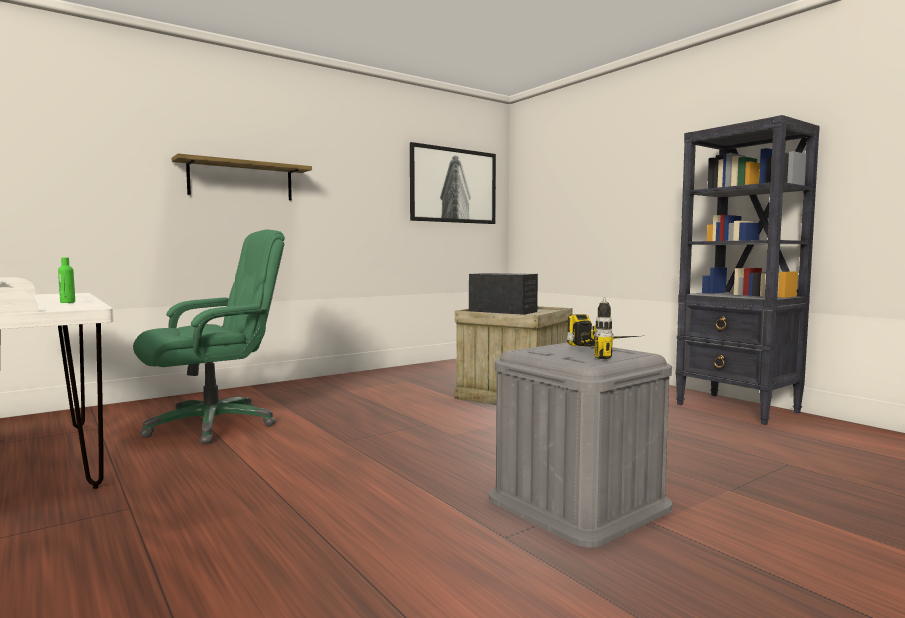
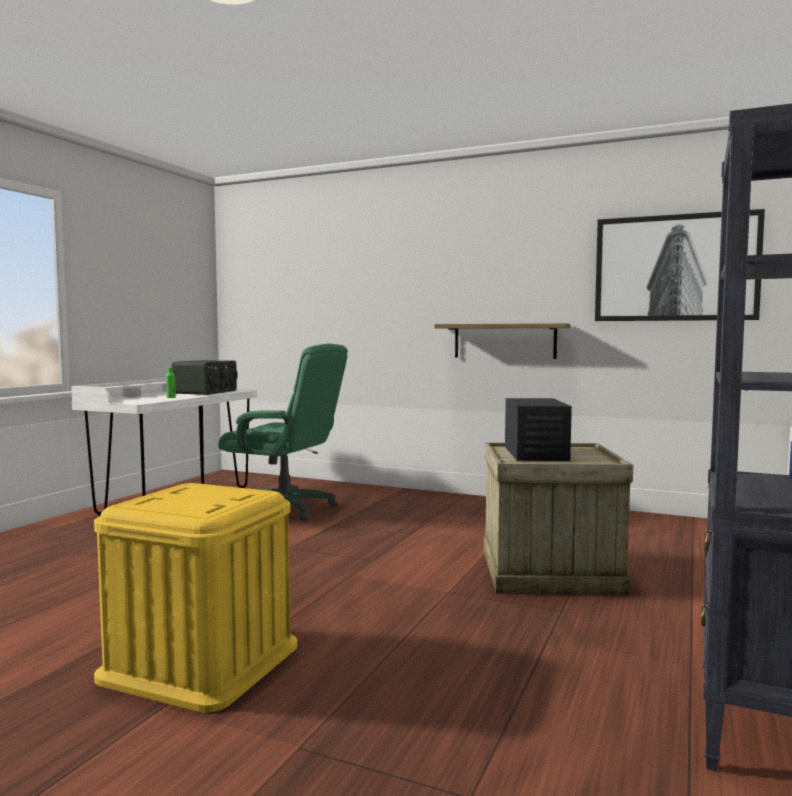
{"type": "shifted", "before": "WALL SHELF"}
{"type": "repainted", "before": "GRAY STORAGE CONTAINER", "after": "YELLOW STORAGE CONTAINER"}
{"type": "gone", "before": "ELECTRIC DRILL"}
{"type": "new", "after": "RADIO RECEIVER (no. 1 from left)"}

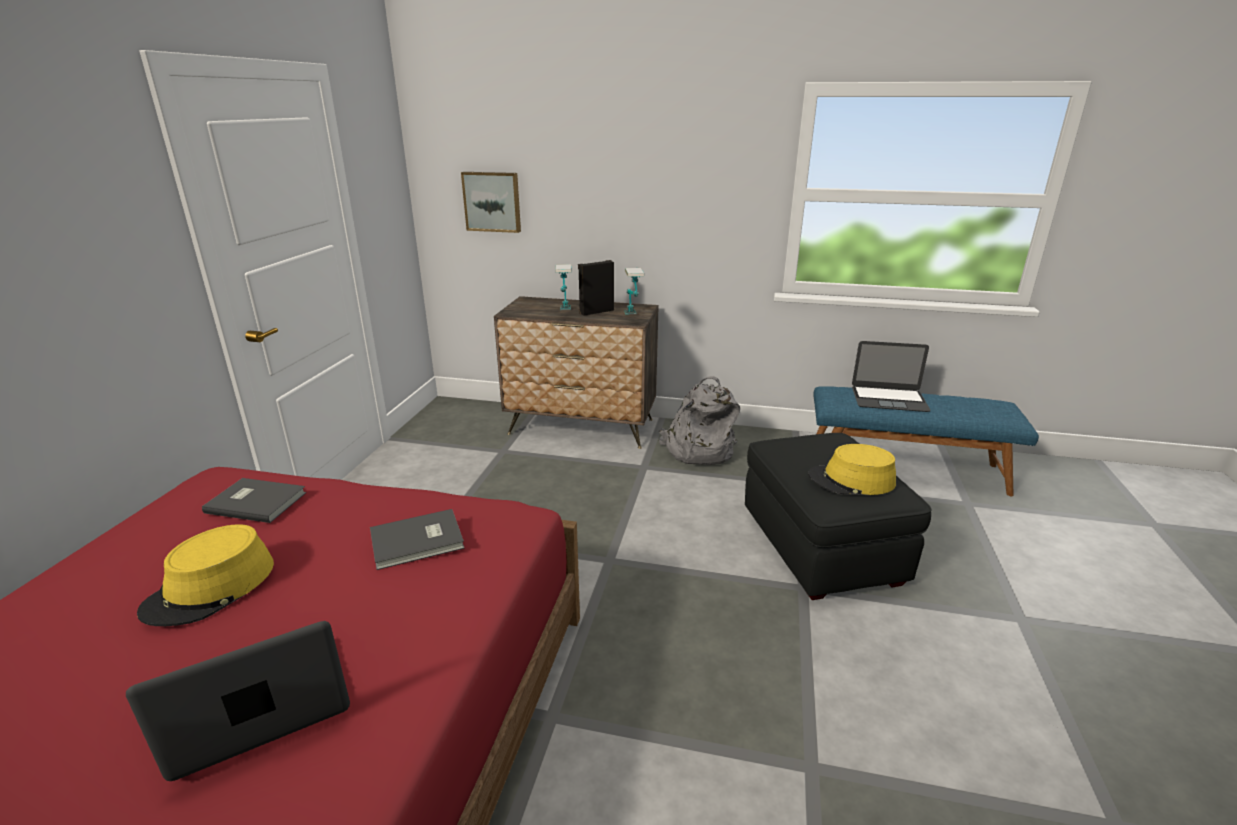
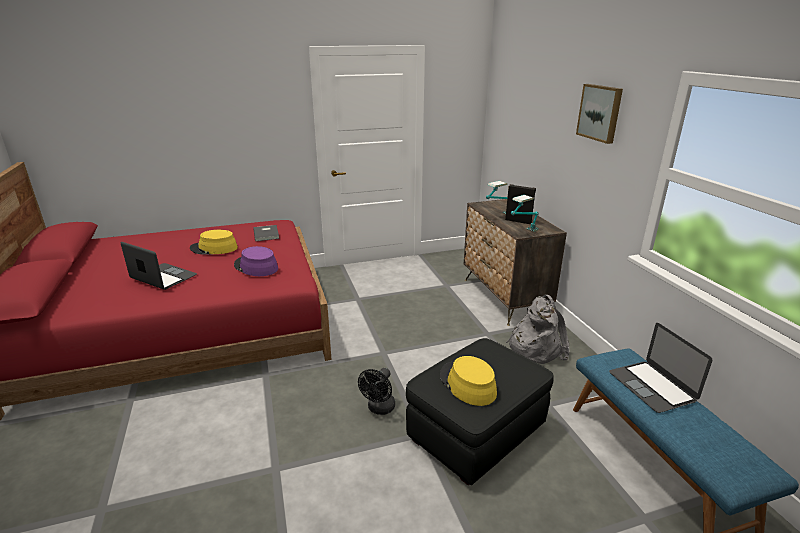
{"type": "swapped", "before": "GRAY BOOK (no. 2 from left)", "after": "PURPLE-COLOURED CLOTHING HAT"}
{"type": "shifted", "before": "PICTURE"}
{"type": "new", "after": "BLACK-COLOURED ELECTRIC FAN"}

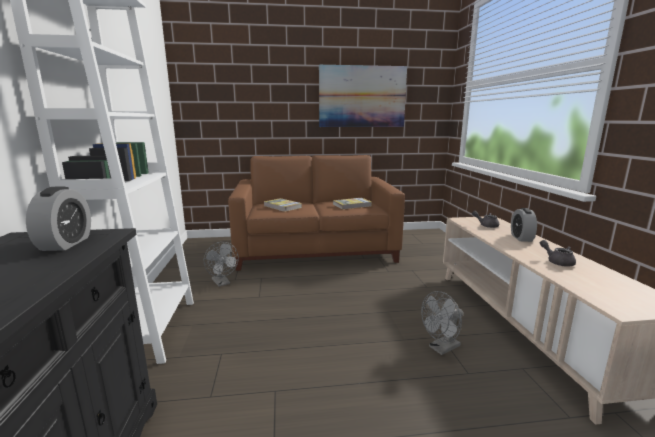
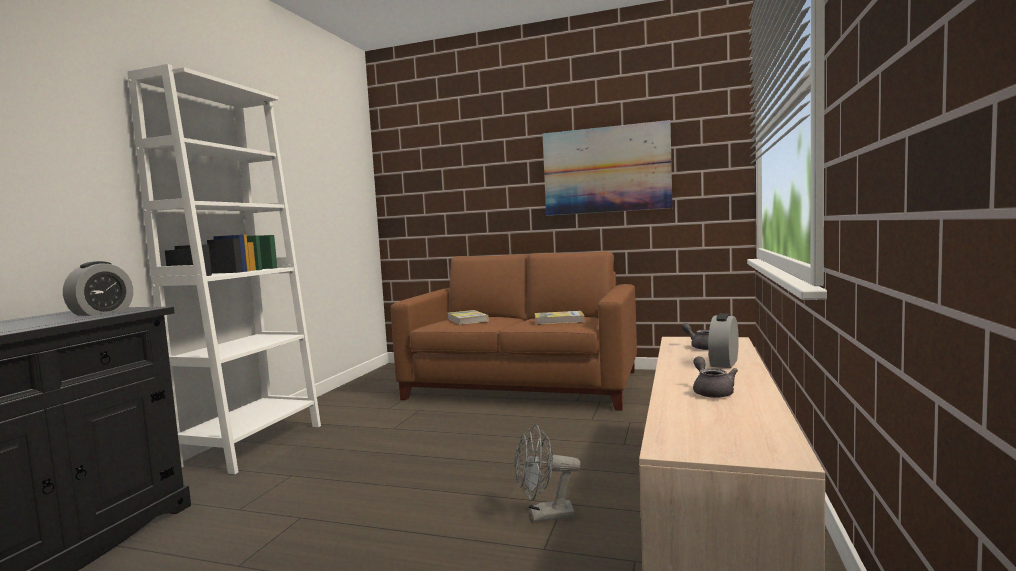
{"type": "gone", "before": "GRAY ELECTRIC FAN (no. 1 from left)"}

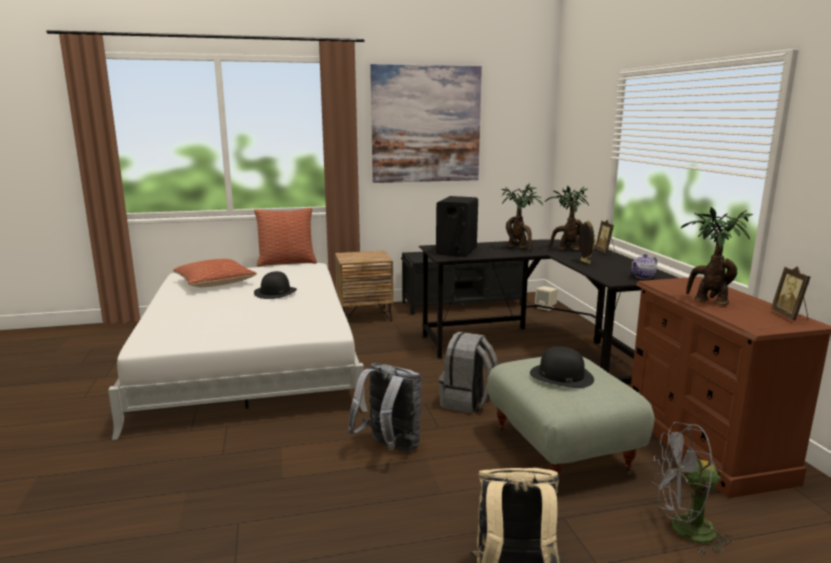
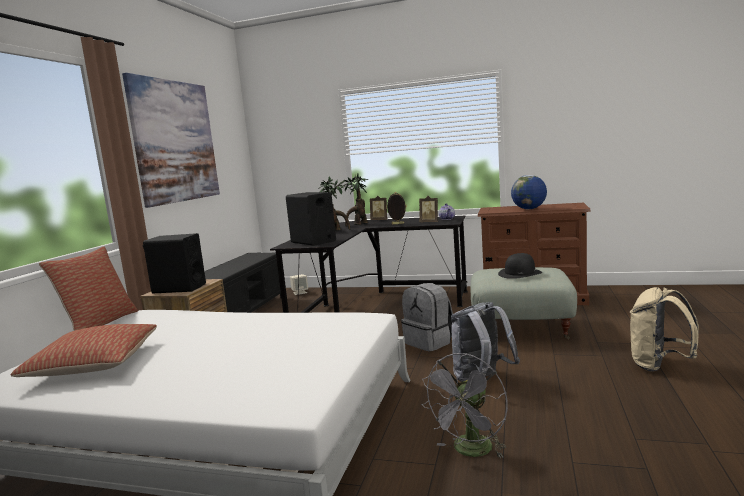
{"type": "gone", "before": "BLACK-COLOURED CLOTHING HAT (no. 1 from left)"}
{"type": "shifted", "before": "GRAY ELECTRIC FAN"}
{"type": "swapped", "before": "PLANT IN A POT (no. 3 from left)", "after": "WORLD GLOBE"}
{"type": "shifted", "before": "PICTURE FRAME (no. 3 from left)"}
{"type": "new", "after": "BLACK-COLOURED SPEAKER (no. 1 from left)"}

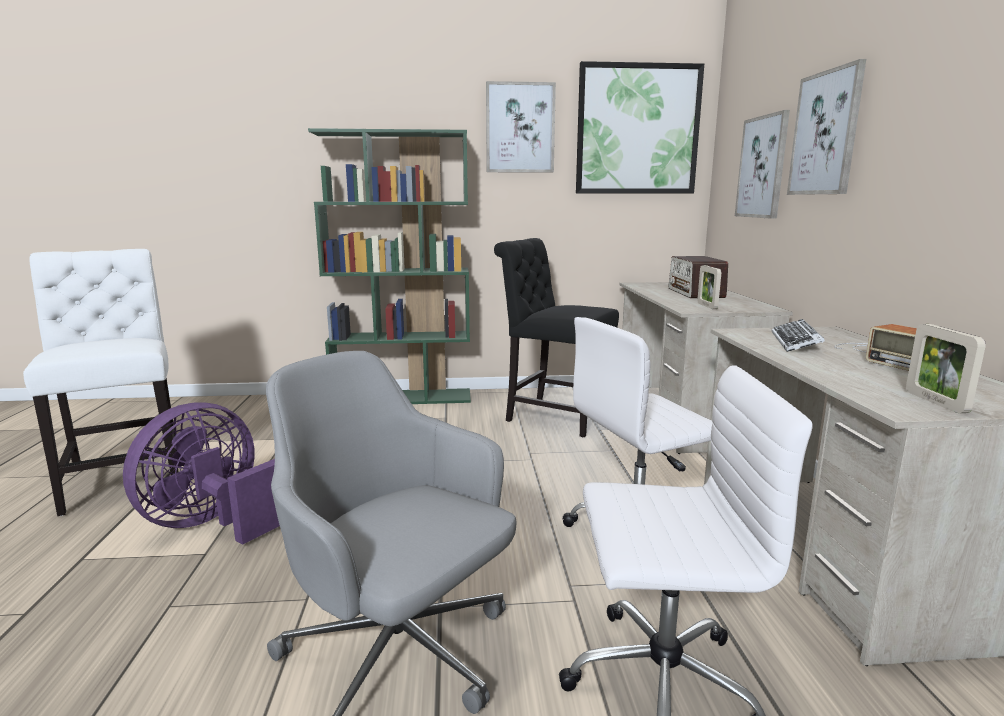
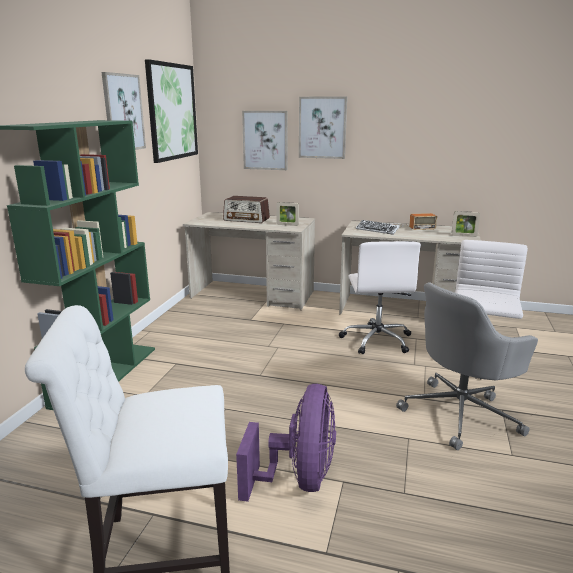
{"type": "rotated", "before": "PURPLE-COLOURED ELECTRIC FAN", "turn": -135}
{"type": "gone", "before": "BLACK-COLOURED CHAIR"}

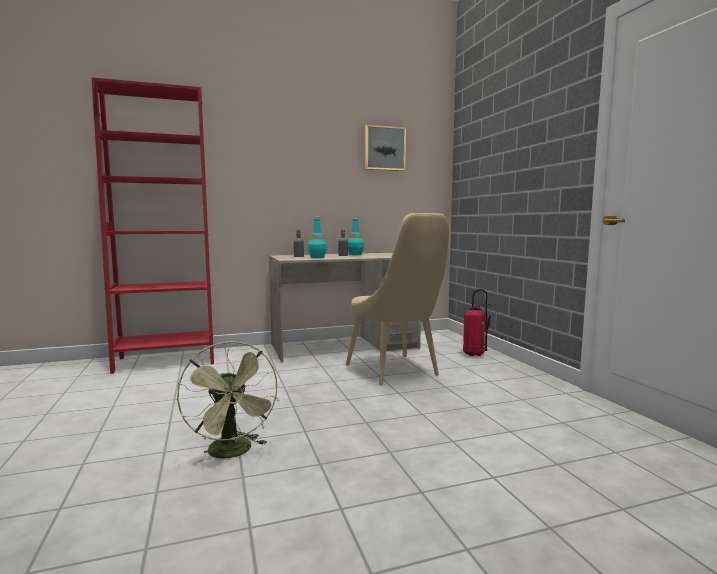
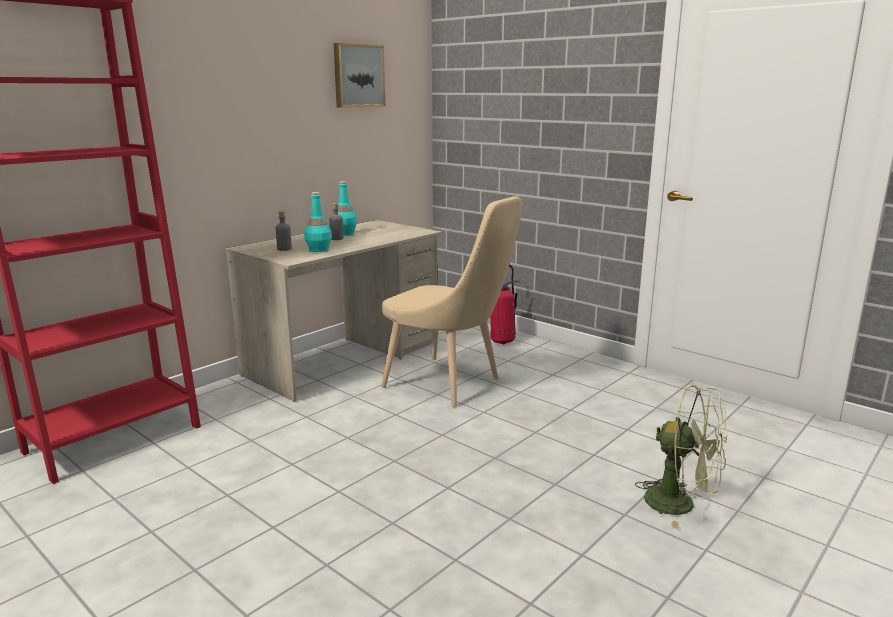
{"type": "shifted", "before": "GREEN-COLOURED ELECTRIC FAN"}

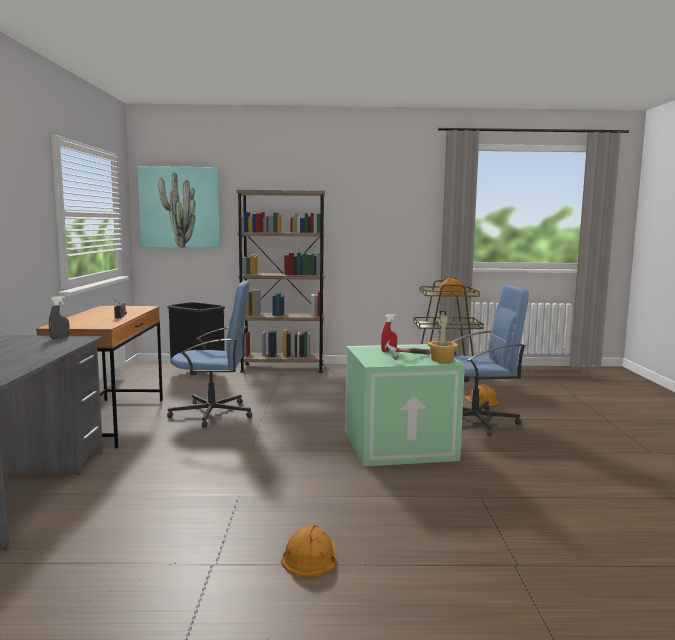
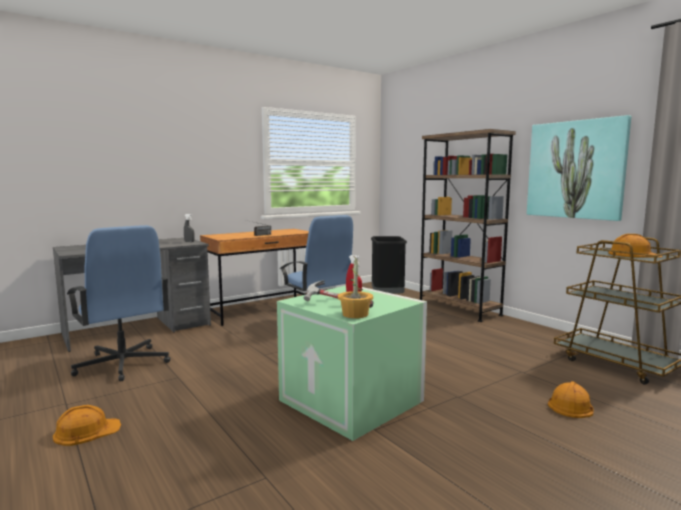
{"type": "shifted", "before": "PICTURE"}
{"type": "shifted", "before": "BLUE-COLOURED DESK CHAIR (no. 2 from left in the first image)", "after": "BLUE-COLOURED DESK CHAIR (no. 1 from left)"}

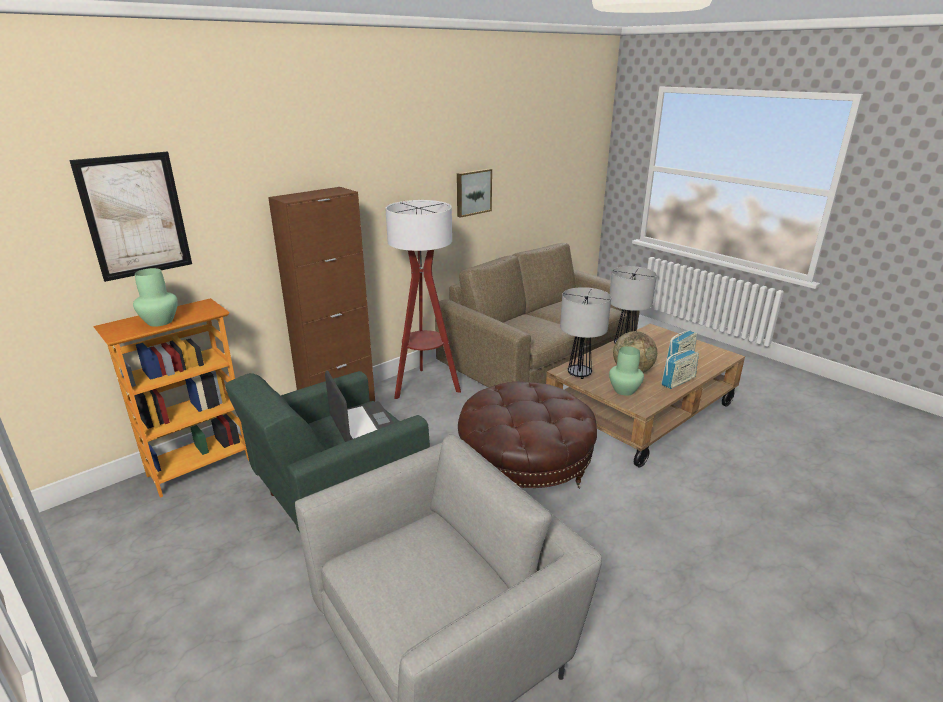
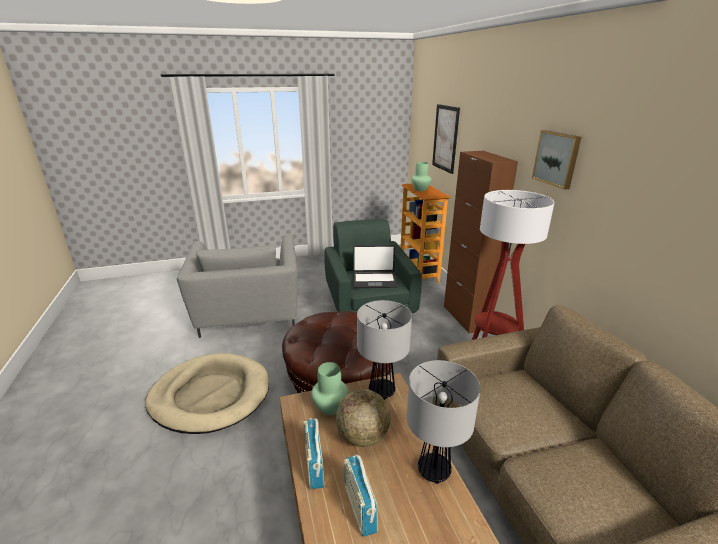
{"type": "shifted", "before": "PICTURE (no. 2 from left)"}
{"type": "new", "after": "BEIGE DOG BED"}

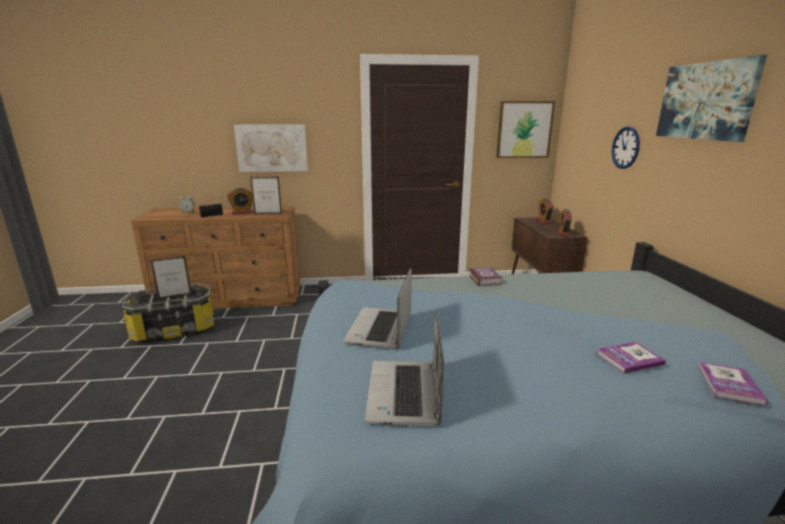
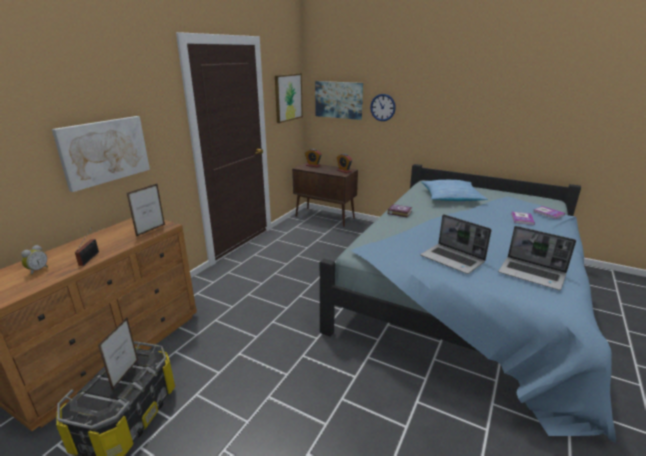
{"type": "gone", "before": "TABLE CLOCK (no. 2 from left)"}
{"type": "shifted", "before": "PICTURE (no. 3 from left)"}
{"type": "new", "after": "THROW PILLOW"}

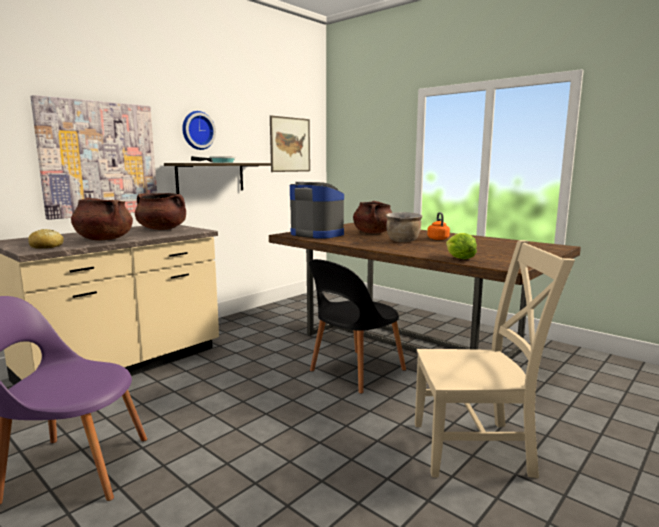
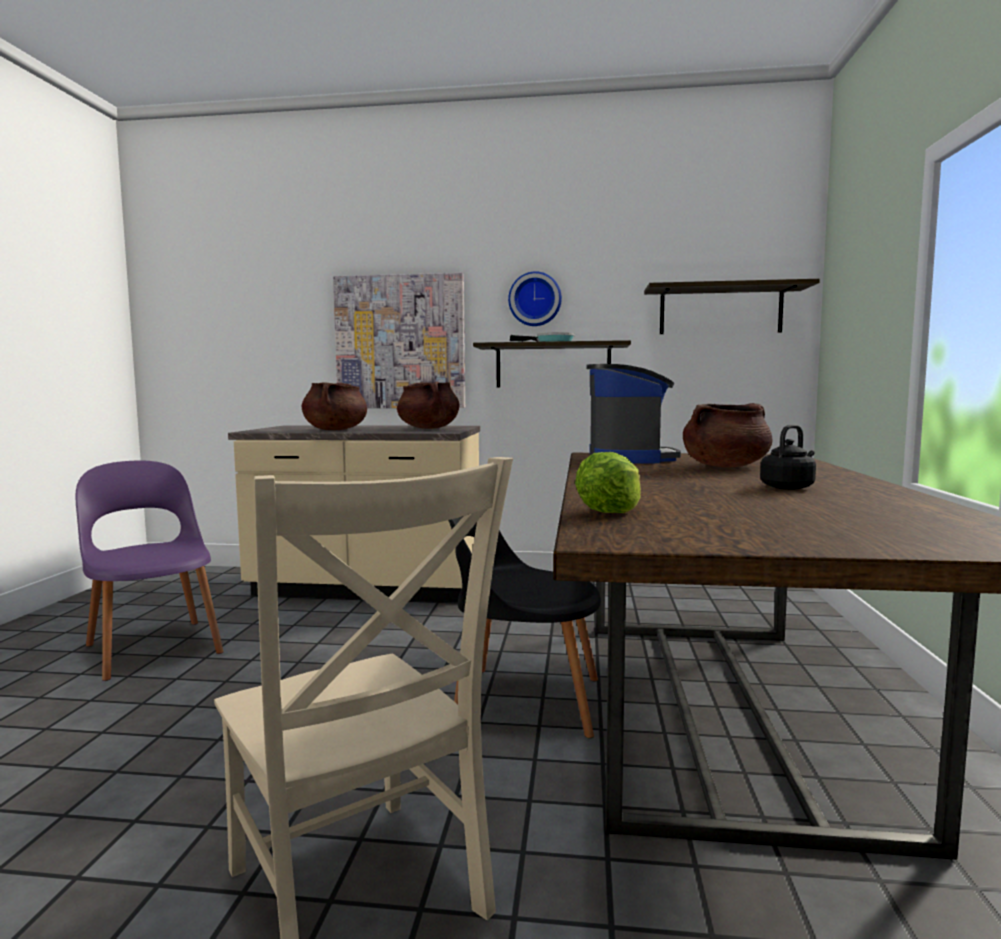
{"type": "gone", "before": "BAKERY BREAD"}
{"type": "swapped", "before": "PICTURE (no. 2 from left)", "after": "WALL SHELF (no. 2 from left)"}
{"type": "gone", "before": "BROWN STOCKPOT (no. 4 from left)"}
{"type": "repainted", "before": "ORANGEY KETTLE", "after": "BLACK-COLOURED KETTLE"}

